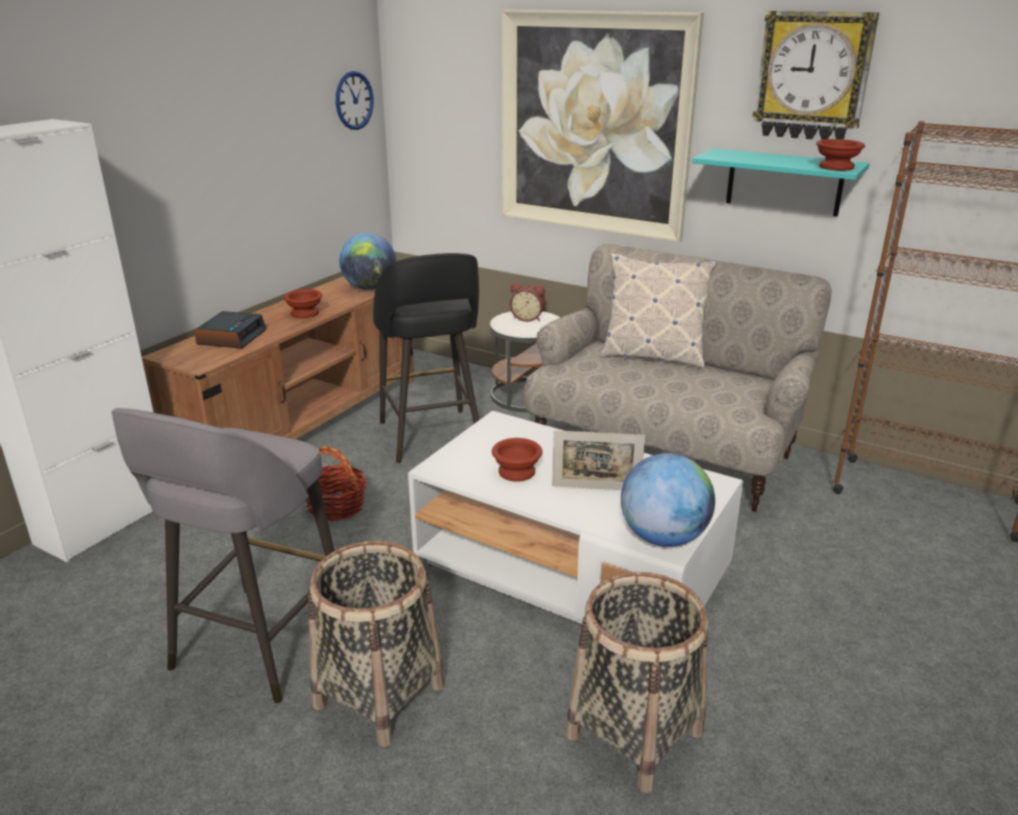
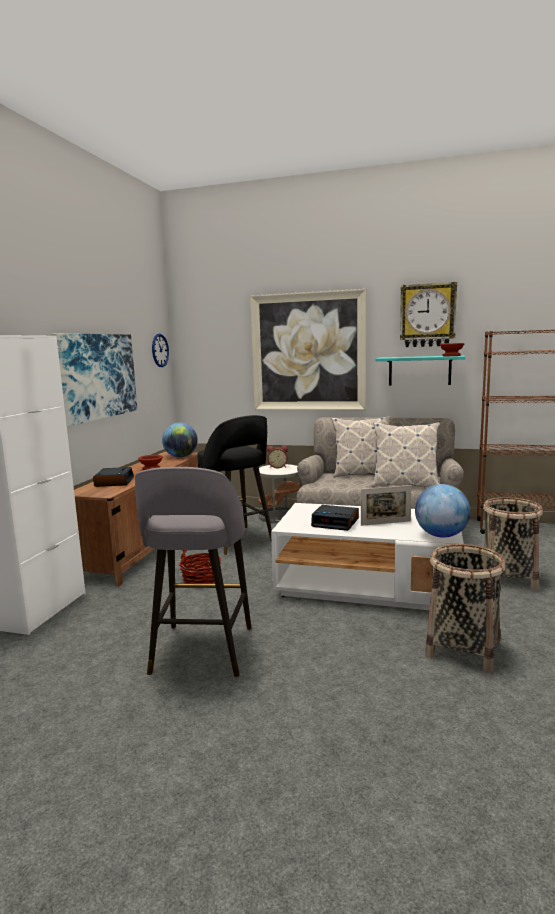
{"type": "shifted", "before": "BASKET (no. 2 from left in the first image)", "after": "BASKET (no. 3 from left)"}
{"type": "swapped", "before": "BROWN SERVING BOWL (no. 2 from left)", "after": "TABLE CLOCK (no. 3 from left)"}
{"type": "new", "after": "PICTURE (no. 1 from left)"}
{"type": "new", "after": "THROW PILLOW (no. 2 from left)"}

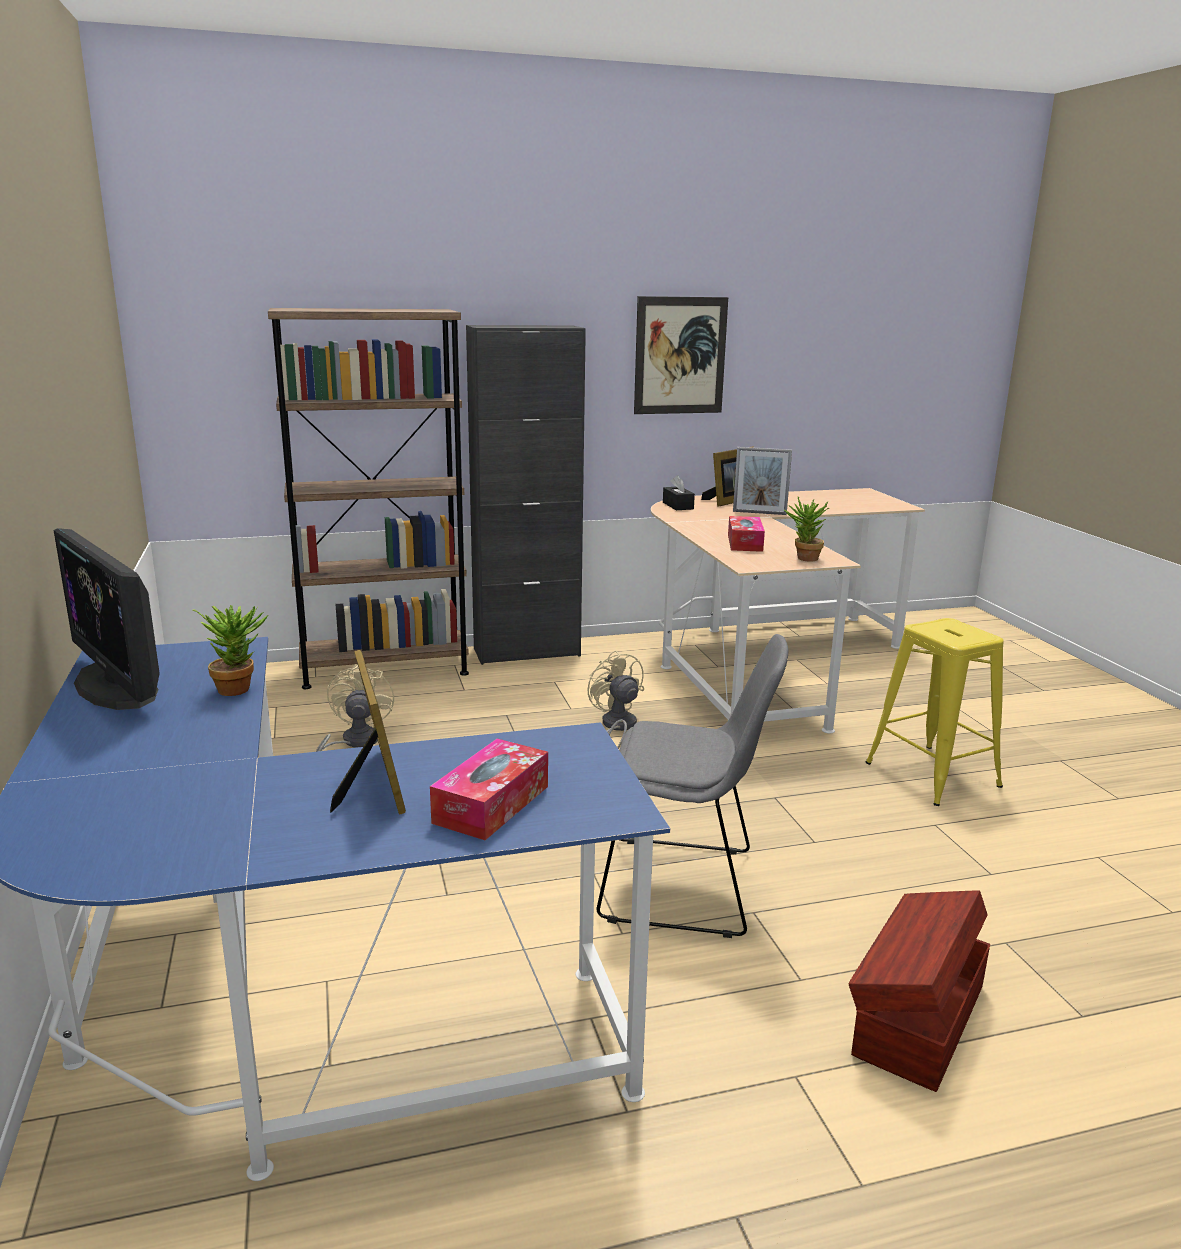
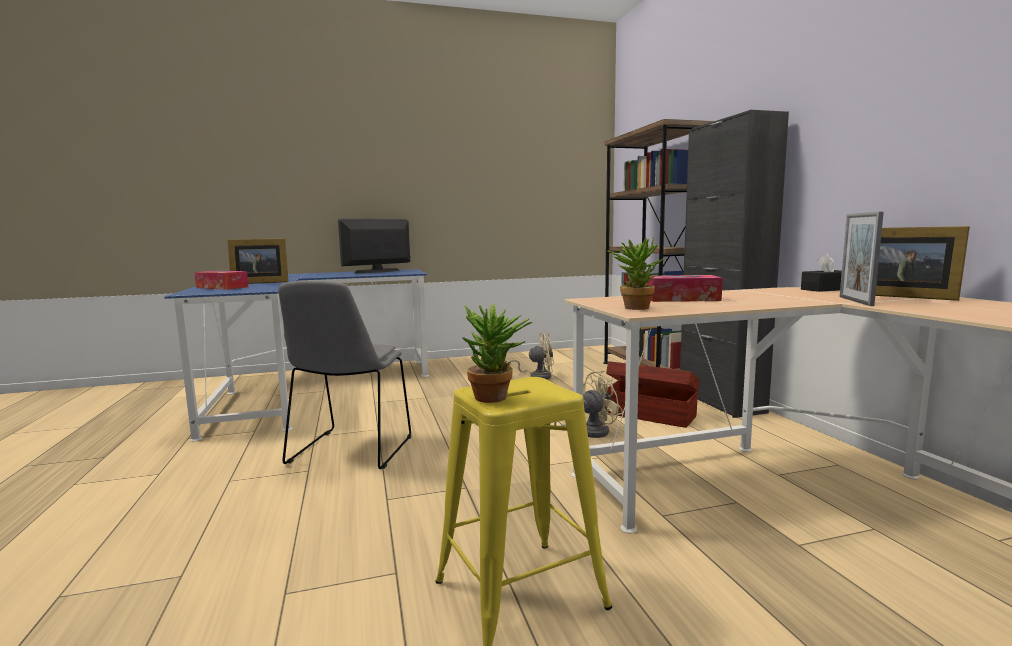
{"type": "shifted", "before": "PLANT IN A POT (no. 1 from left)"}
{"type": "gone", "before": "PICTURE"}
{"type": "shifted", "before": "BROWN STORAGE CONTAINER"}

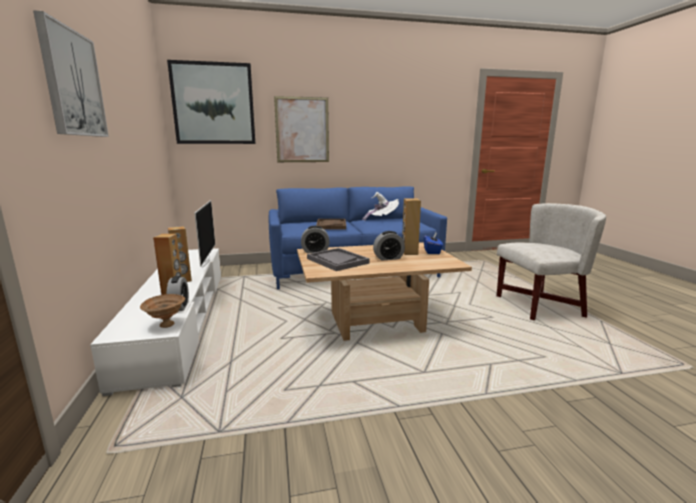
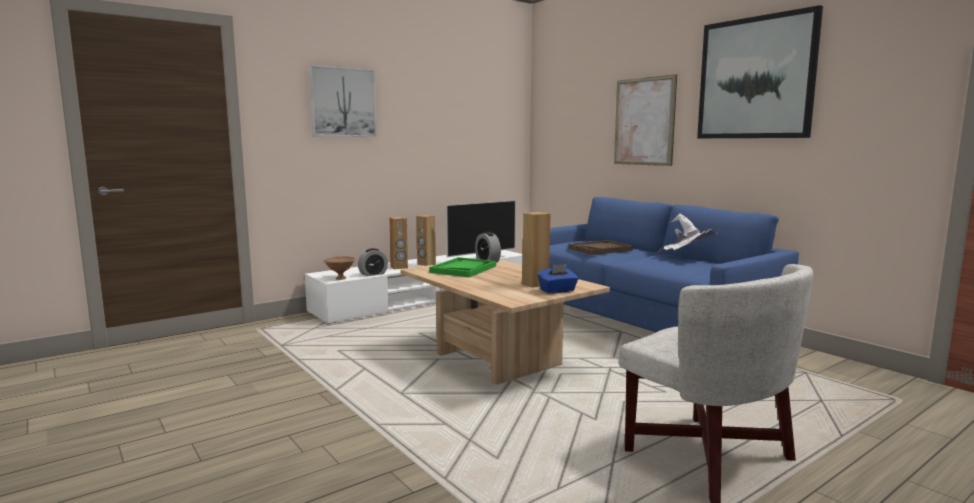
{"type": "shifted", "before": "PICTURE (no. 2 from left in the first image)", "after": "PICTURE (no. 3 from left)"}
{"type": "repainted", "before": "GRAY TRAY", "after": "GREEN-COLOURED TRAY"}
{"type": "gone", "before": "TABLE CLOCK (no. 3 from left)"}

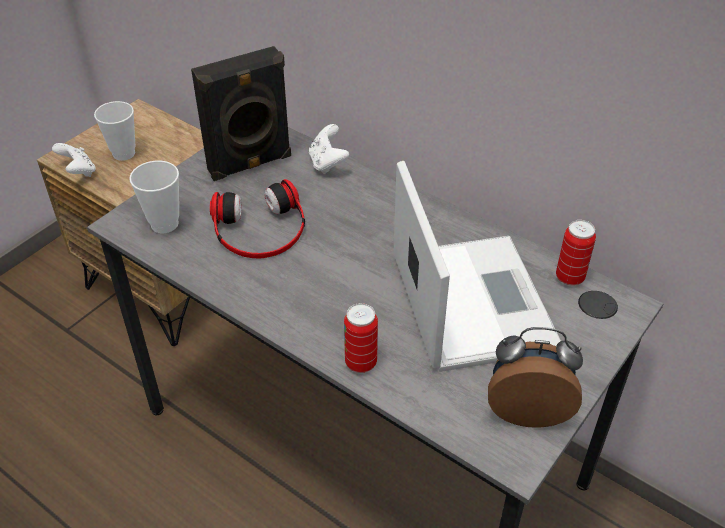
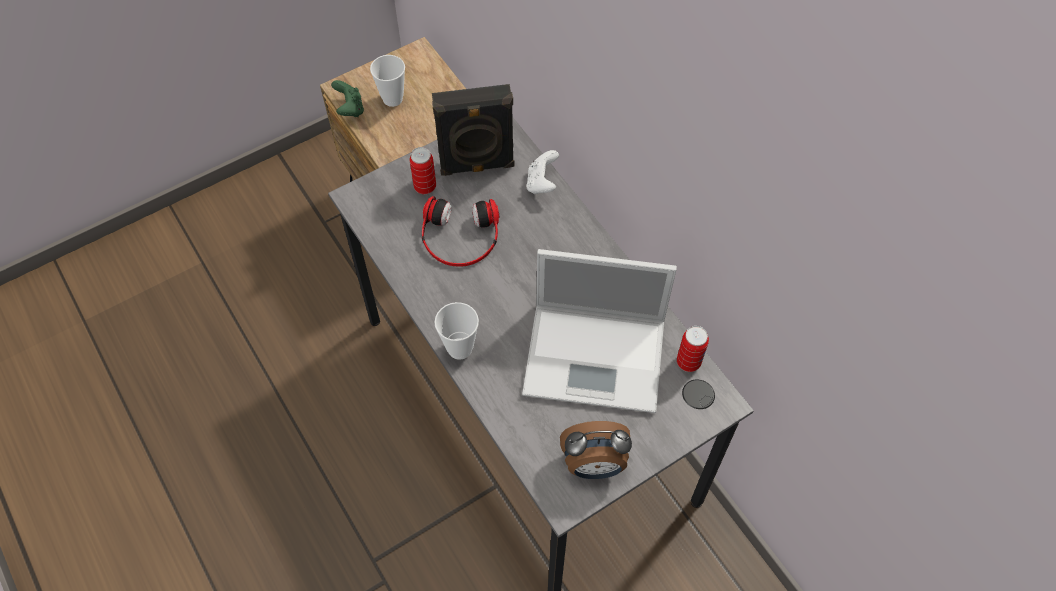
{"type": "repainted", "before": "WHITISH GAME CONTROLLER (no. 1 from left)", "after": "GREEN-COLOURED GAME CONTROLLER"}
{"type": "shifted", "before": "DRINKING CUP (no. 2 from left)"}
{"type": "shifted", "before": "SEALED CAN (no. 1 from left)"}
{"type": "rotated", "before": "NOTEBOOK COMPUTER", "turn": 90}
{"type": "rotated", "before": "TABLE CLOCK", "turn": 150}

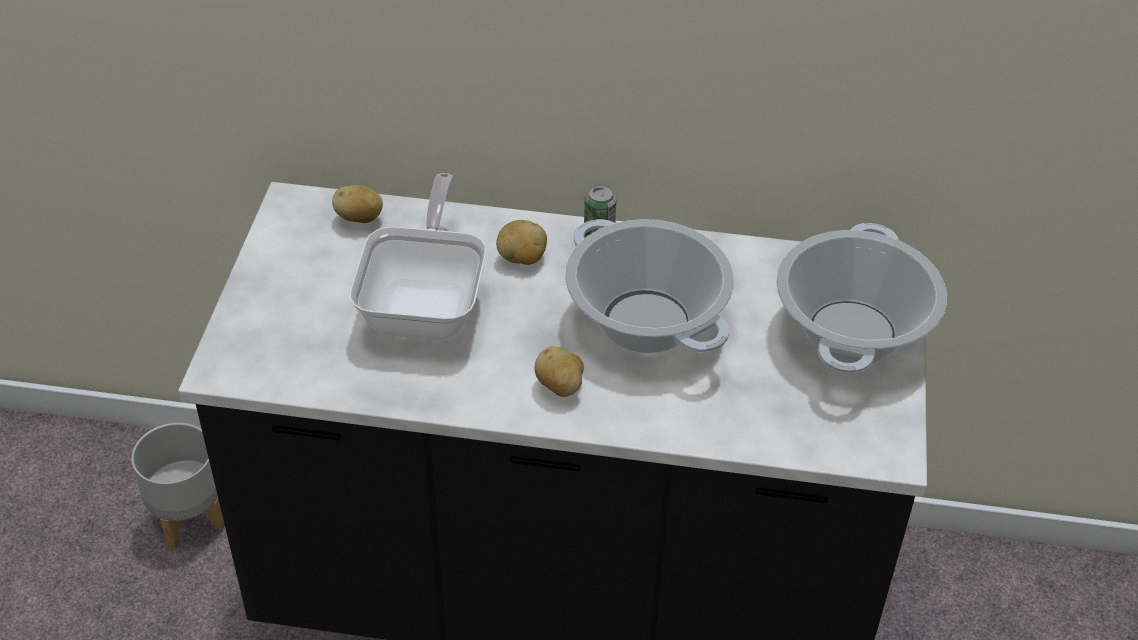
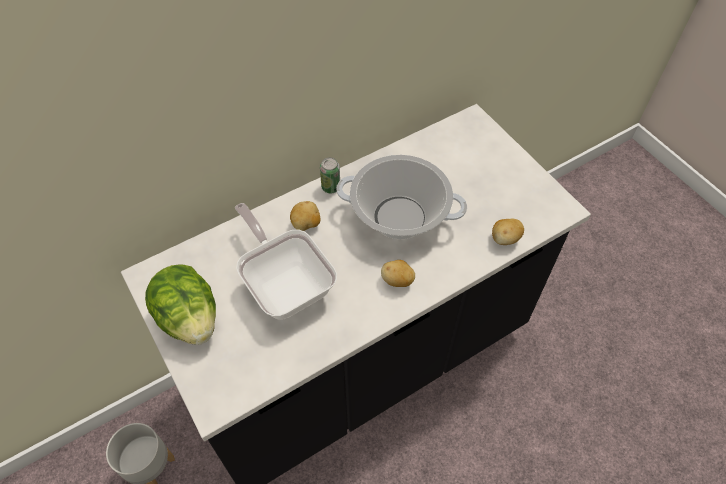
{"type": "shifted", "before": "POTATO (no. 1 from left in the first image)", "after": "POTATO (no. 3 from left)"}
{"type": "gone", "before": "STOCKPOT (no. 2 from left)"}
{"type": "new", "after": "LETTUCE"}

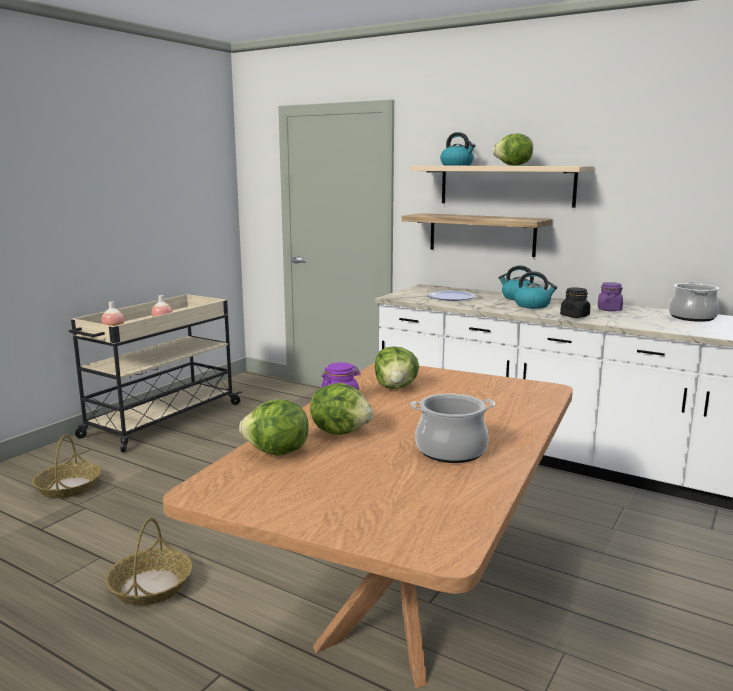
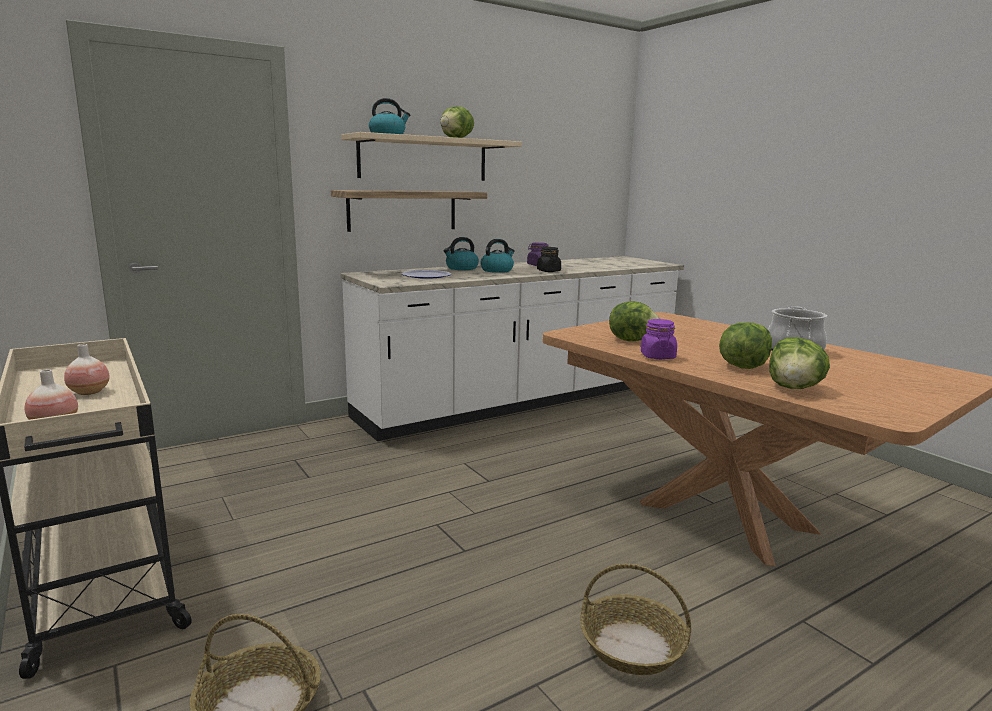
{"type": "gone", "before": "STOCKPOT (no. 2 from left)"}

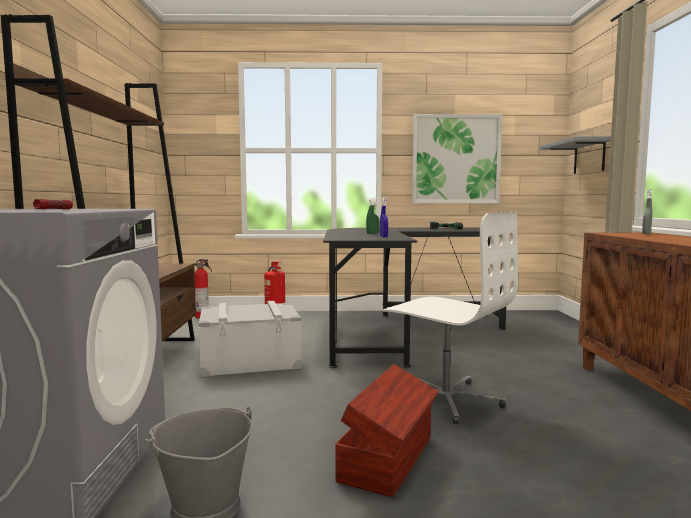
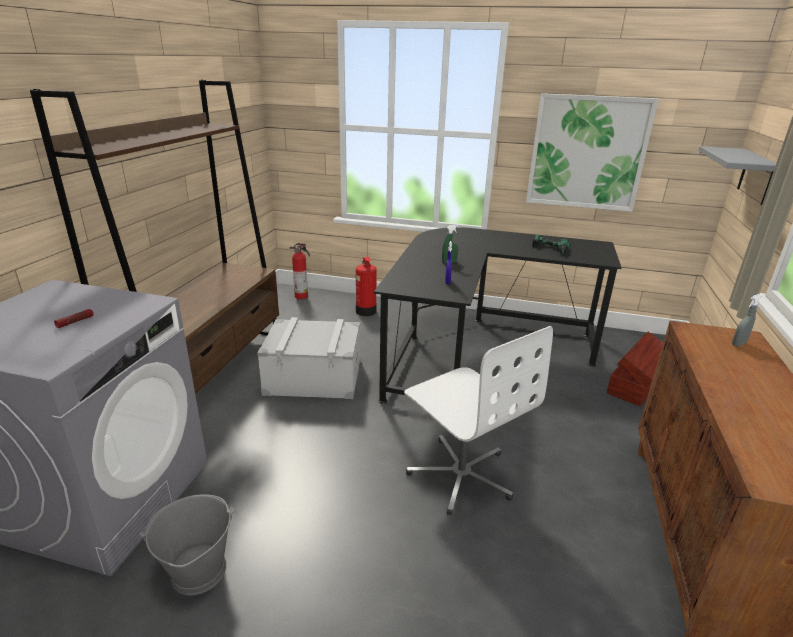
{"type": "shifted", "before": "BROWN STORAGE CONTAINER"}

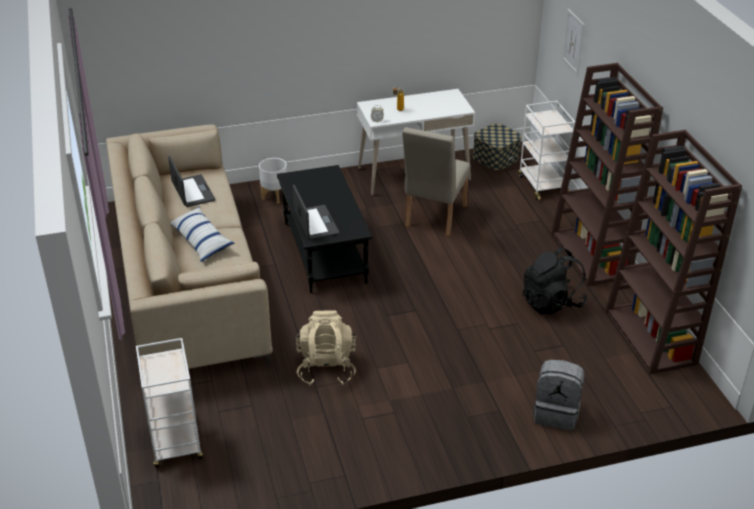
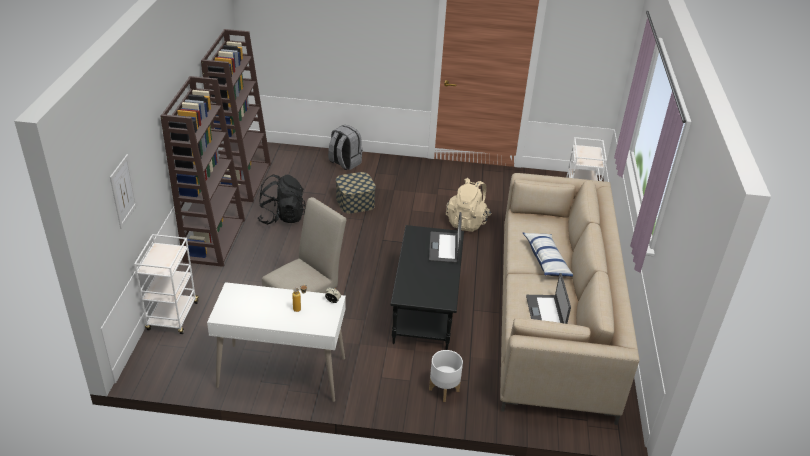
{"type": "shifted", "before": "STORAGE CONTAINER"}

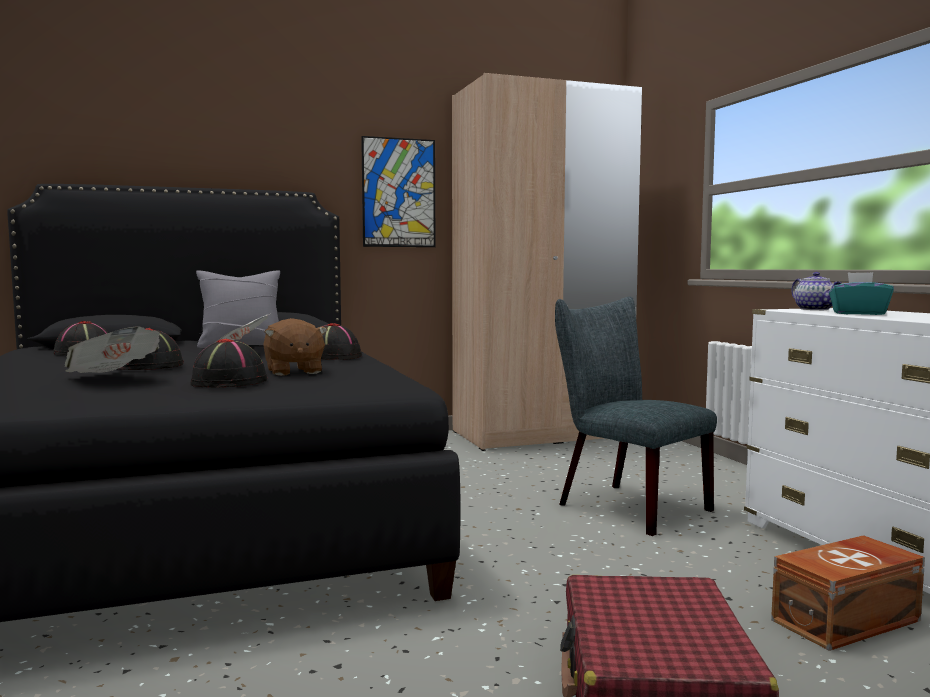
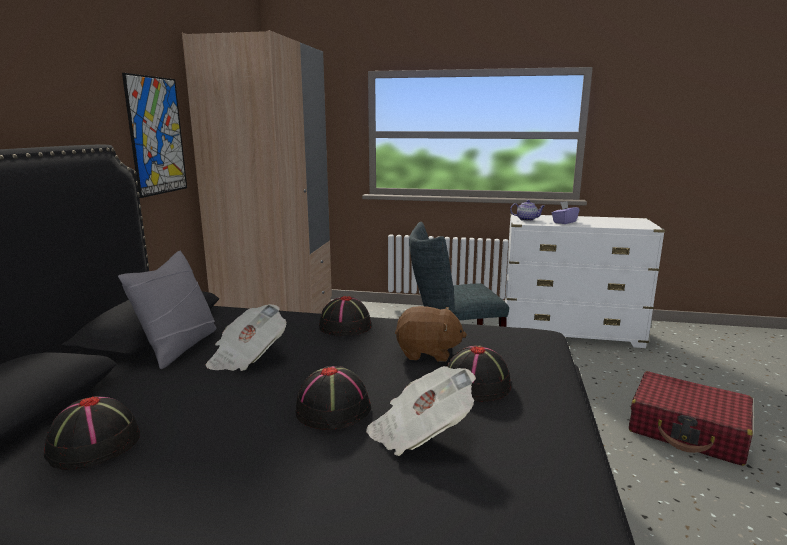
{"type": "gone", "before": "BROWN STORAGE CONTAINER"}
{"type": "repainted", "before": "TURQUOISE-COLOURED TISSUE BOX", "after": "PURPLE-COLOURED TISSUE BOX"}

